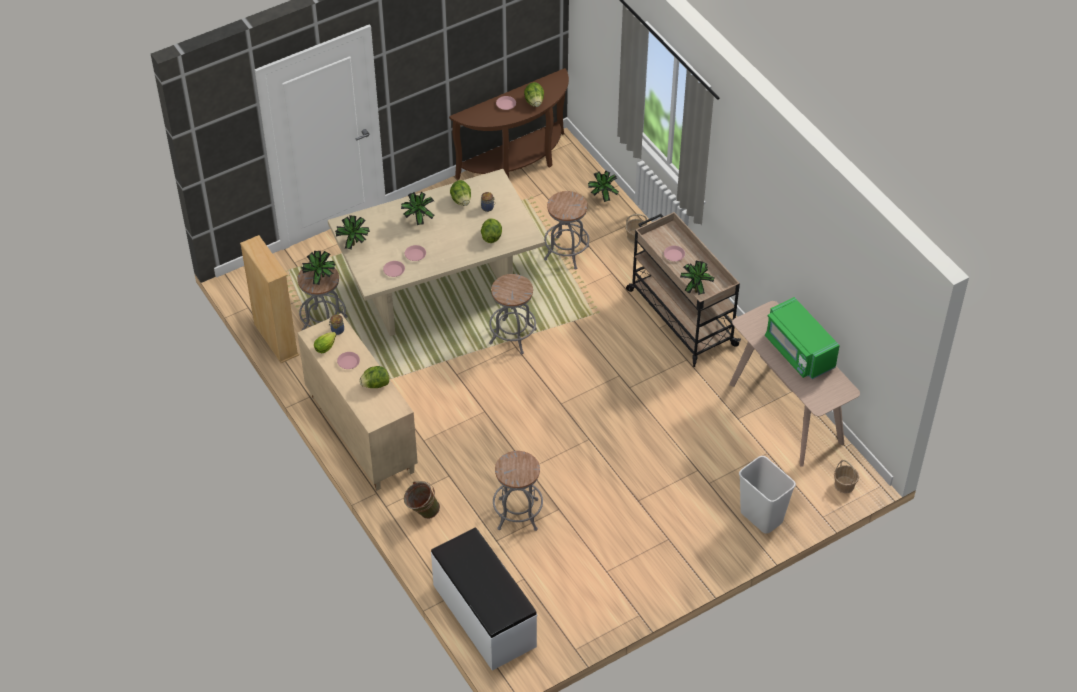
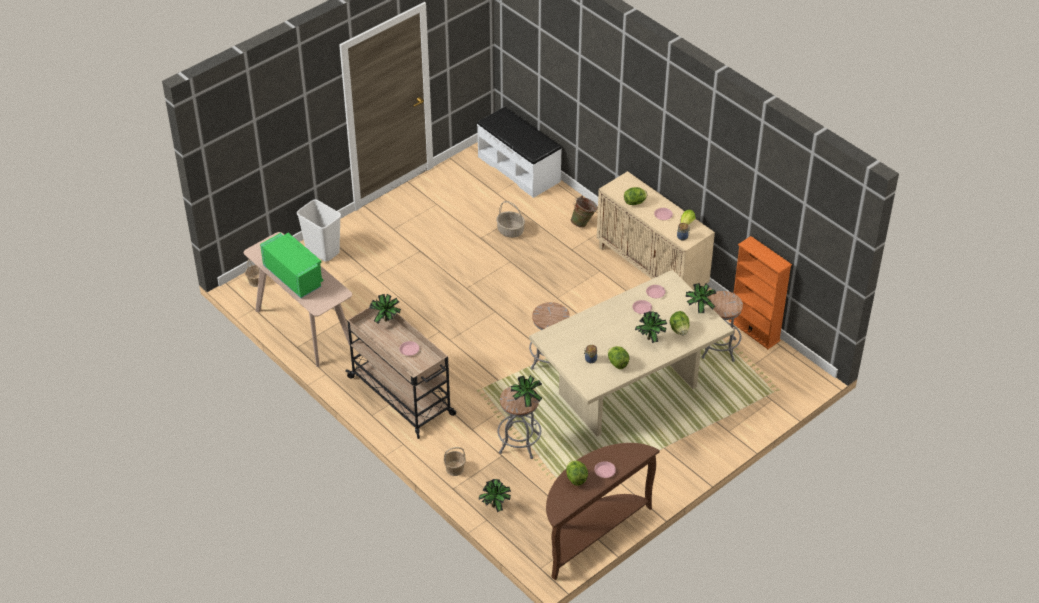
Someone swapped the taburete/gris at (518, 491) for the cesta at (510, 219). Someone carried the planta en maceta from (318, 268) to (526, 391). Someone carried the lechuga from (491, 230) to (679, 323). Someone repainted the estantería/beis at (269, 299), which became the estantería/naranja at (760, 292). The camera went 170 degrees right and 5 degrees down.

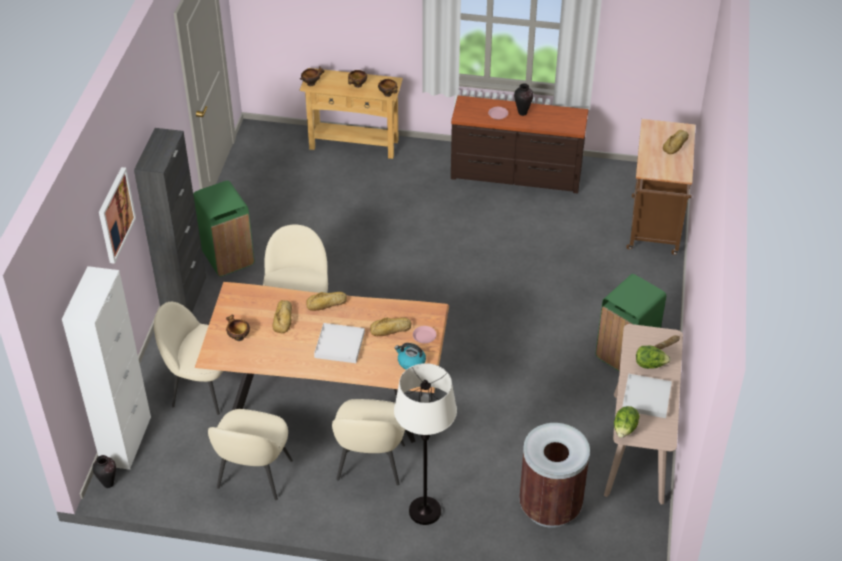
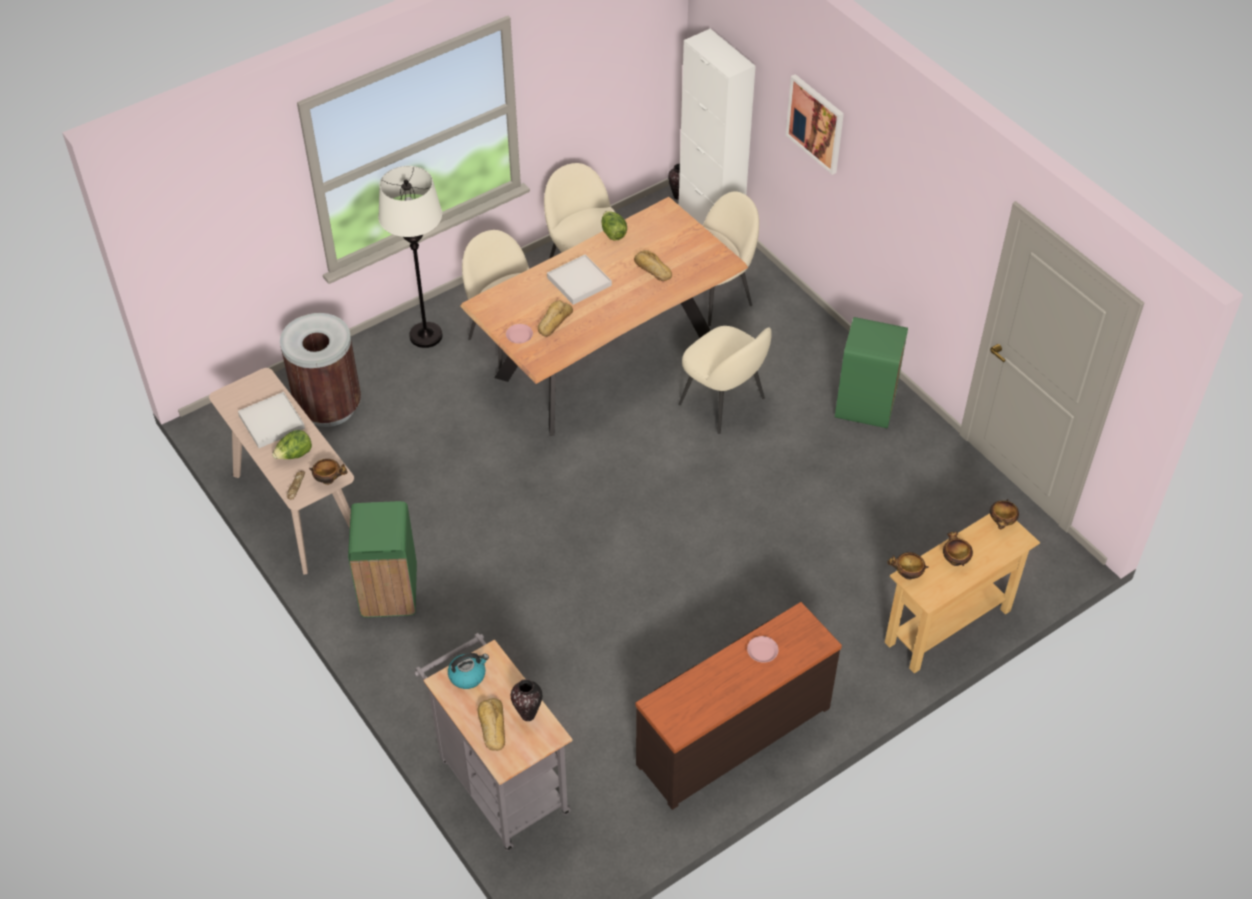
Someone carried the cuenco from (238, 328) to (328, 472). Someone repainted the carrito/marrón at (661, 187), which became the carrito/gris at (493, 742). Someone carried the hervidor from (410, 356) to (468, 671). Someone carried the florero from (523, 99) to (526, 700). Someone carried the lechuga from (627, 422) to (614, 225). Someone took away the armario/negro at (170, 220). Someone took away the pan at (326, 301). The camera went 135 degrees right and 5 degrees up.

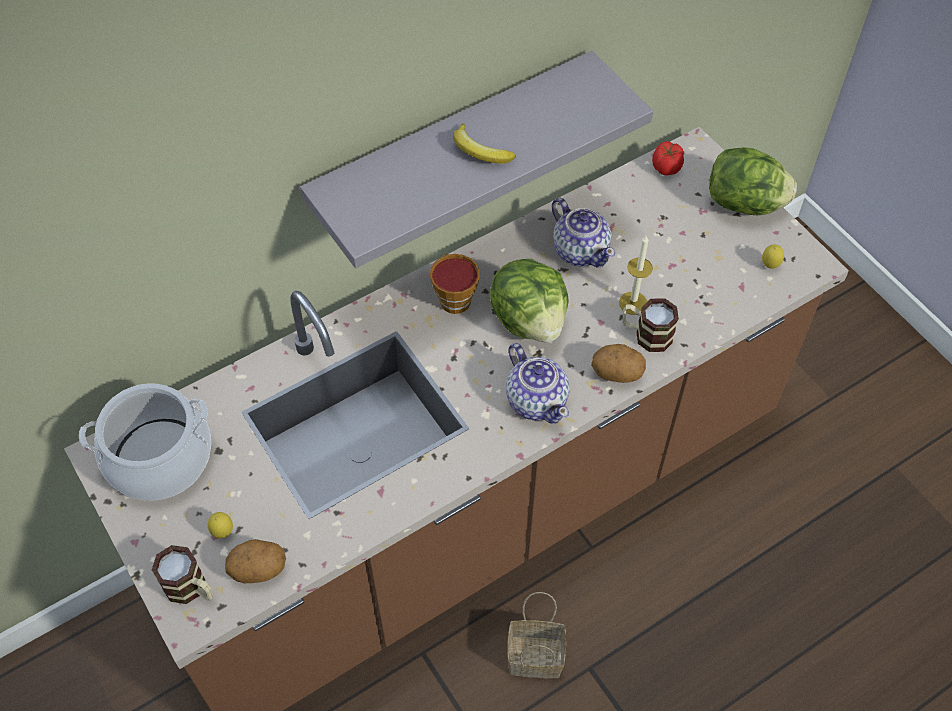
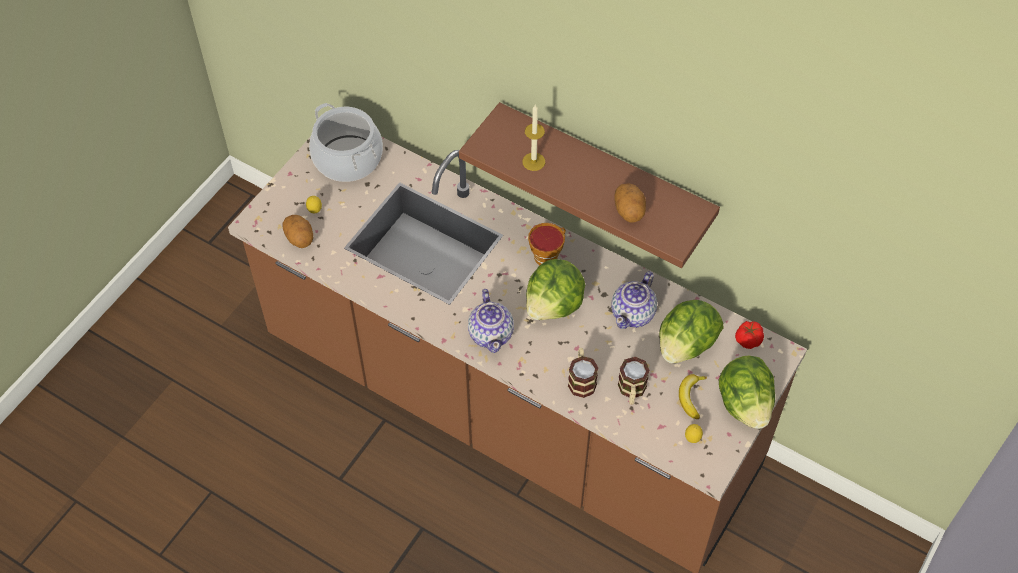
Someone repainted the estante/gris at (476, 160), which became the estante/marrón at (589, 185). Someone rotated the tetera at (538, 383) by 45 degrees counterclockwise. Someone carried the vela from (636, 275) to (533, 138). Someone carried the patata from (618, 363) to (630, 203). Someone carried the taza grande from (183, 574) to (634, 381). Someone put down the lechuga at (691, 332). Someone carried the plátano from (484, 143) to (693, 396). Someone took away the cesta at (536, 635). The camera went 65 degrees right and 0 degrees up.

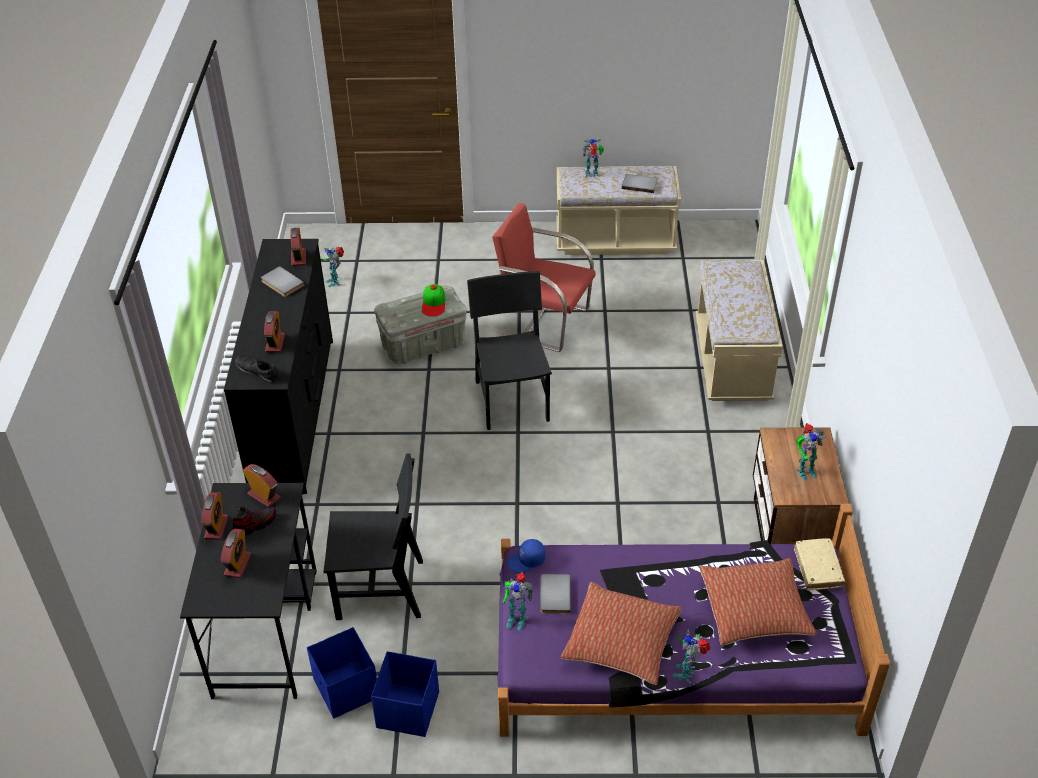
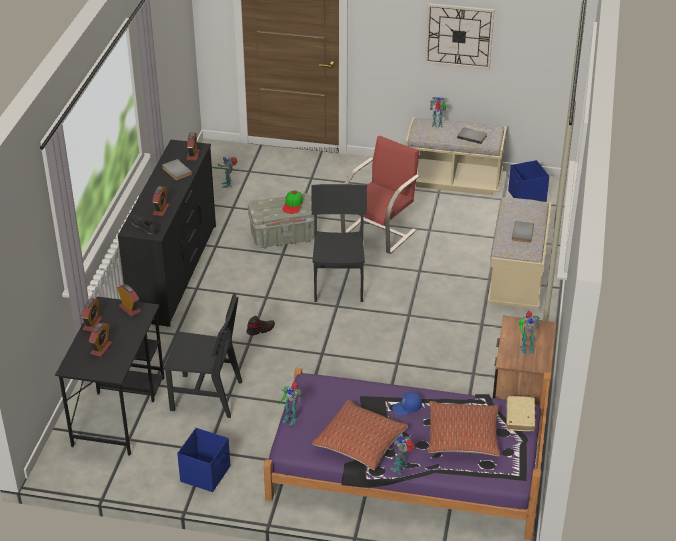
Someone carried the zapato from (254, 521) to (260, 325). Someone rotated the silla/rojo at (544, 277) by 90 degrees clockwise. Someone carried the gorra/azul from (526, 556) to (407, 403). Someone put up the reloj de pared at (460, 36). Someone carried the caja de almacenaje/azul from (342, 672) to (529, 181). Someone carried the libro/gris from (555, 594) to (523, 232). The camera went 10 degrees right and 5 degrees down.

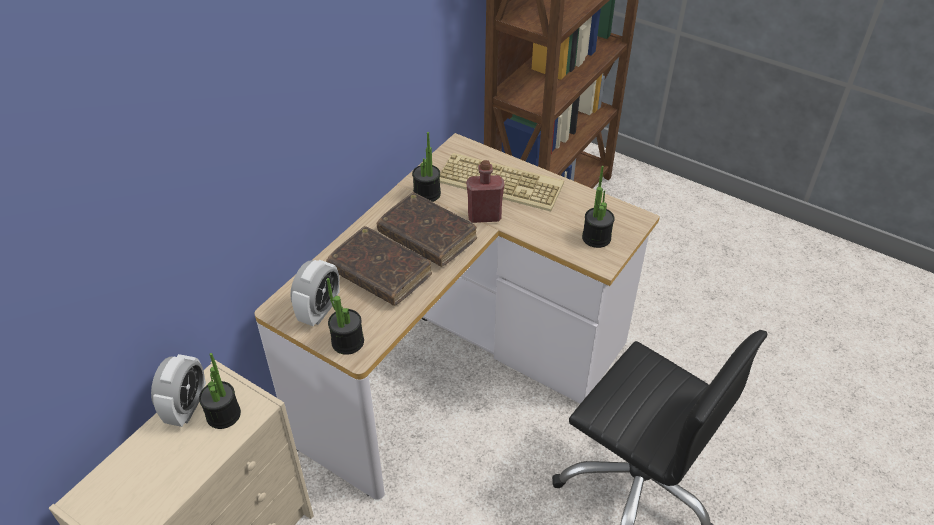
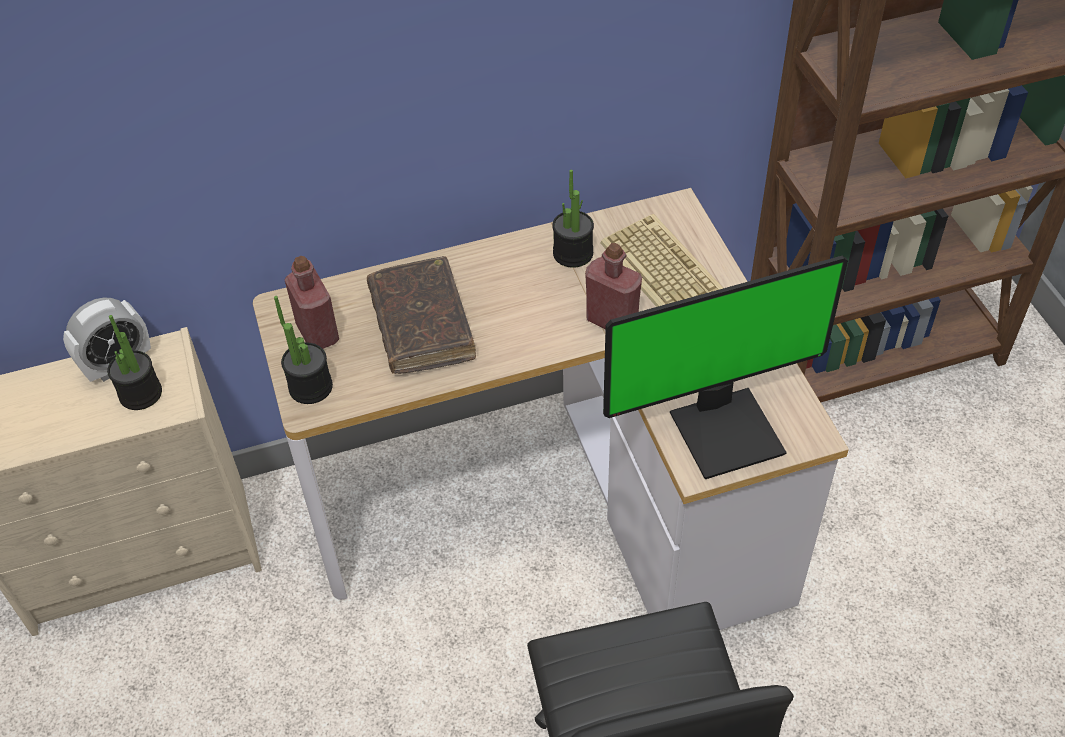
Someone swapped the despertador at (315, 293) for the botella/rojo at (312, 302). Someone swapped the planta en maceta at (598, 207) for the monitor at (725, 367). Someone took away the libro/marrón at (427, 229). The camera went 40 degrees right and 5 degrees up.

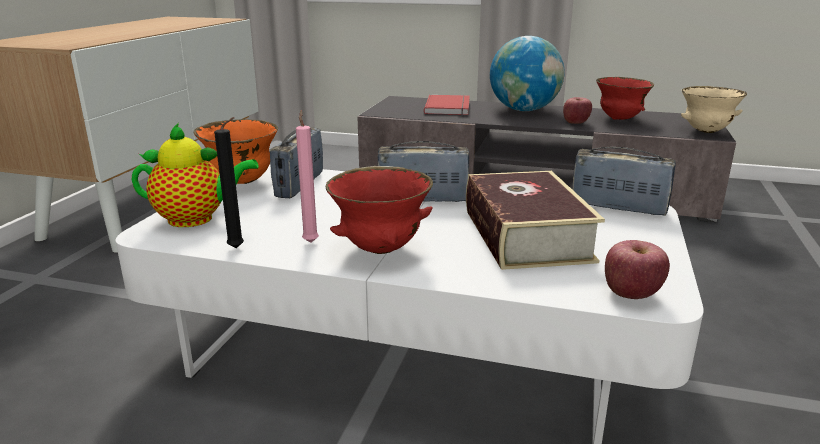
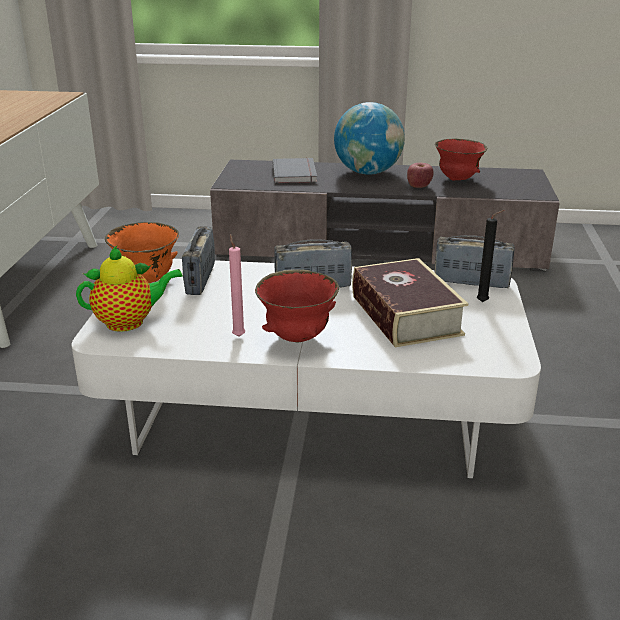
Someone repainted the libro/rojo at (447, 105), which became the libro/gris at (294, 170). Someone carried the vela/negro from (229, 182) to (490, 256). Someone took away the manzana at (637, 269). Someone took away the cuenco/beis at (714, 109). The camera went 10 degrees left and 5 degrees up.

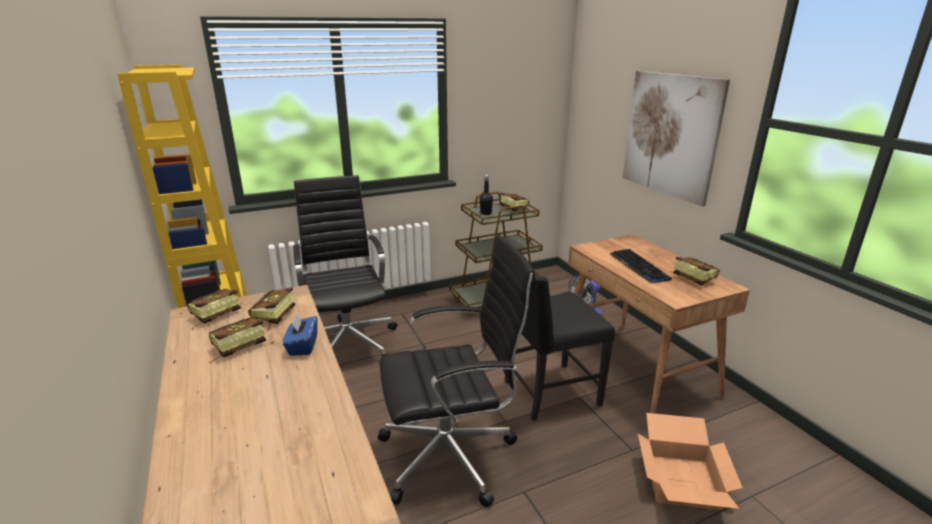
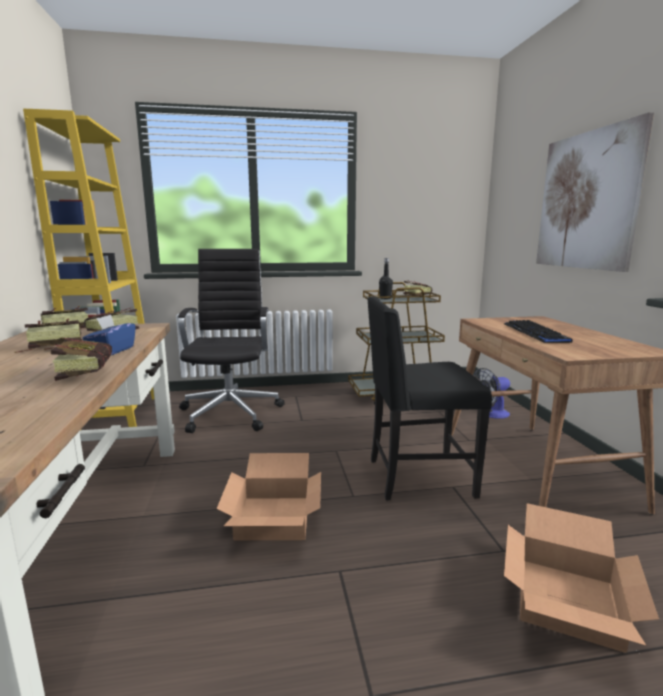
Someone carried the libro from (694, 271) to (81, 359). Someone swapped the silla de oficina/negro at (456, 371) for the caja de cartón at (269, 496). The camera went 15 degrees right and 10 degrees down.

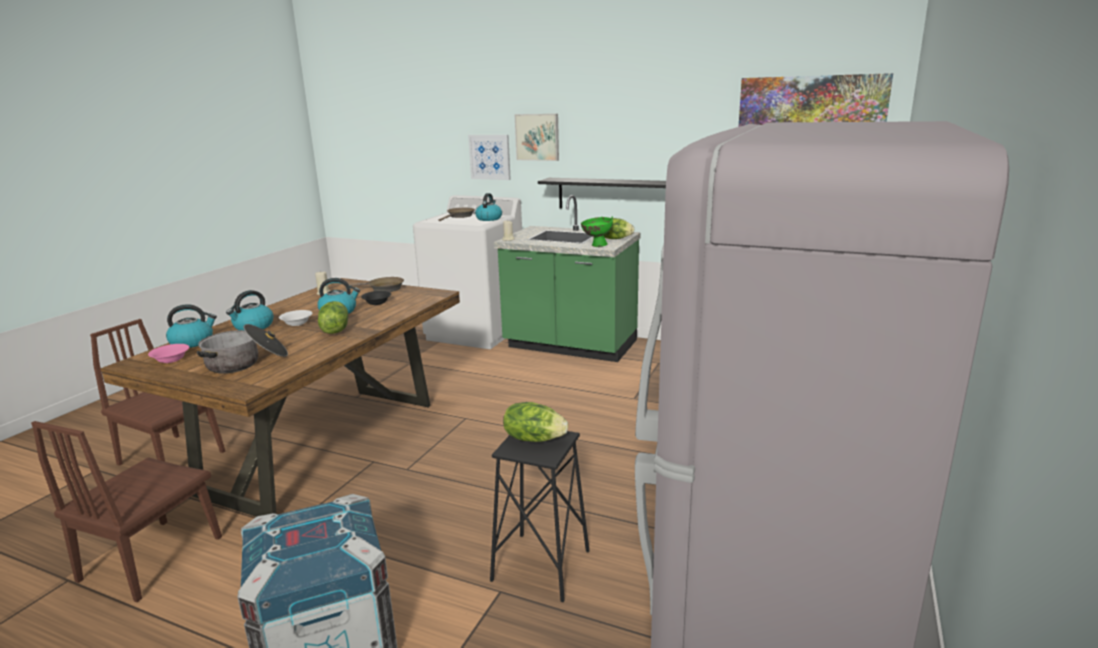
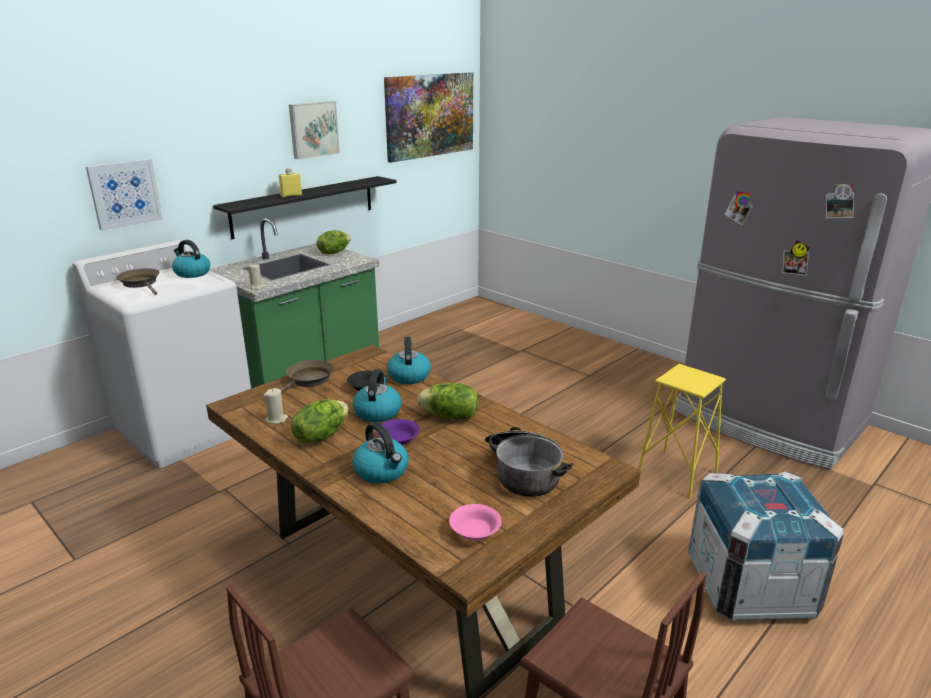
Someone put down the botella/amarillo at (290, 182). Someone carried the cuadro from (537, 137) to (314, 130). Someone carried the lechuga from (535, 422) to (320, 421). Someone repainted the cuenco/blanco at (295, 318), which became the cuenco/morado at (398, 432). Someone carried the hervidor from (191, 326) to (409, 360). Someone repainted the taburete/negro at (540, 516), which became the taburete/amarillo at (682, 431). Someone took away the cuenco/verde at (597, 231). The camera went 70 degrees left and 5 degrees up.

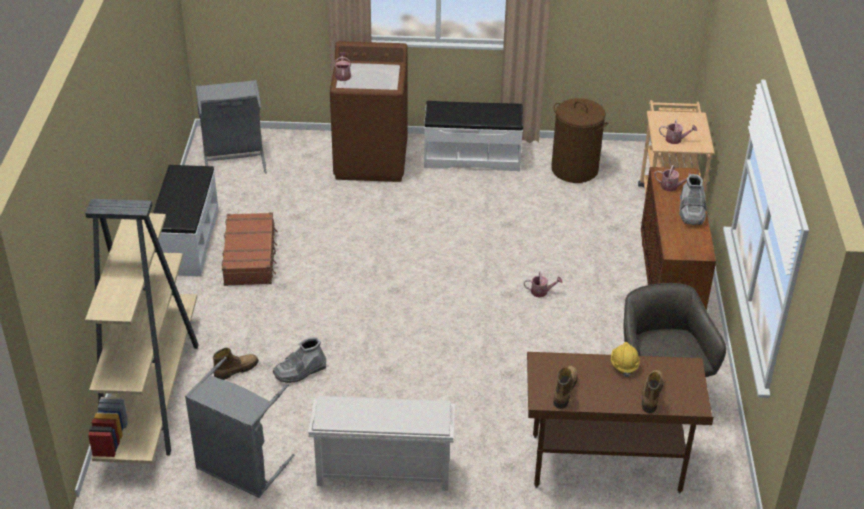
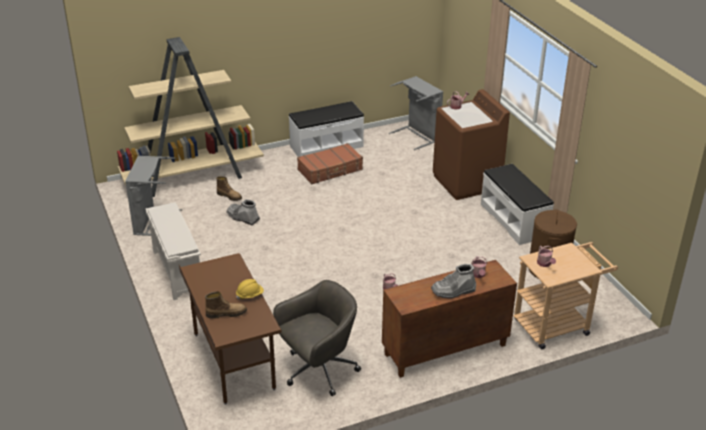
Someone took away the bota at (565, 387). The camera went 65 degrees right and 5 degrees down.

